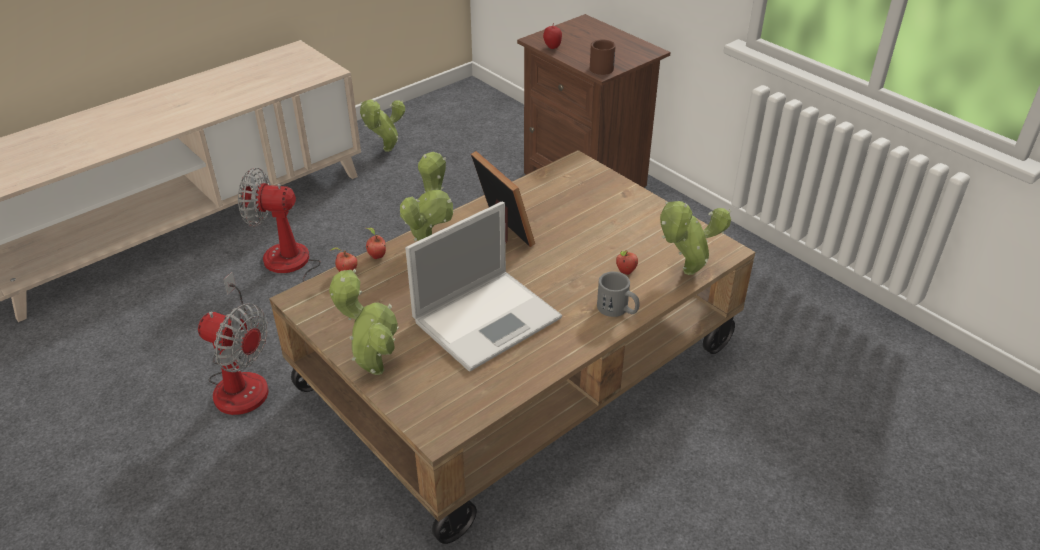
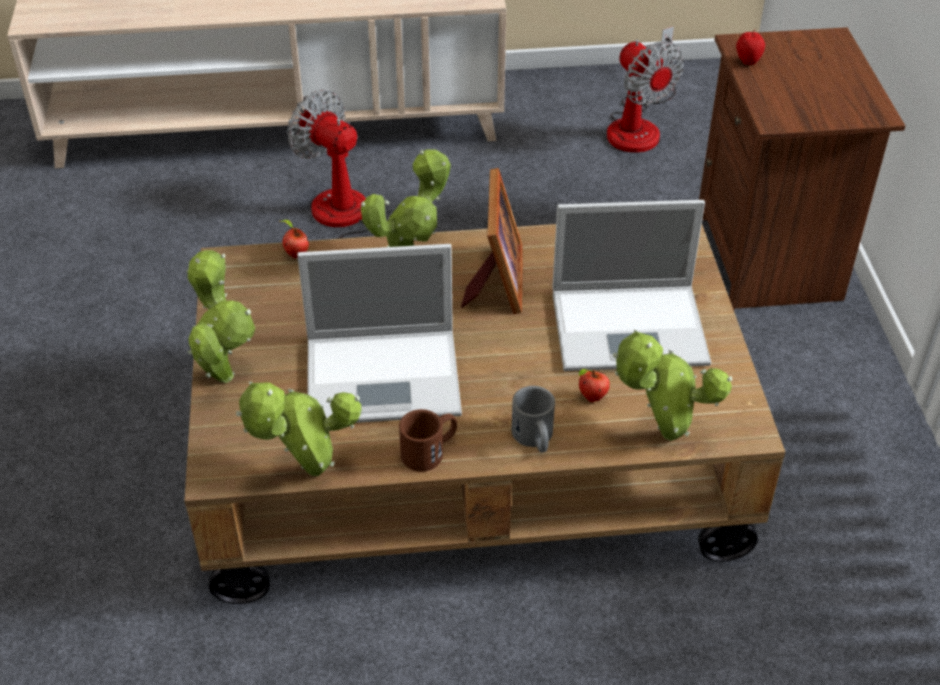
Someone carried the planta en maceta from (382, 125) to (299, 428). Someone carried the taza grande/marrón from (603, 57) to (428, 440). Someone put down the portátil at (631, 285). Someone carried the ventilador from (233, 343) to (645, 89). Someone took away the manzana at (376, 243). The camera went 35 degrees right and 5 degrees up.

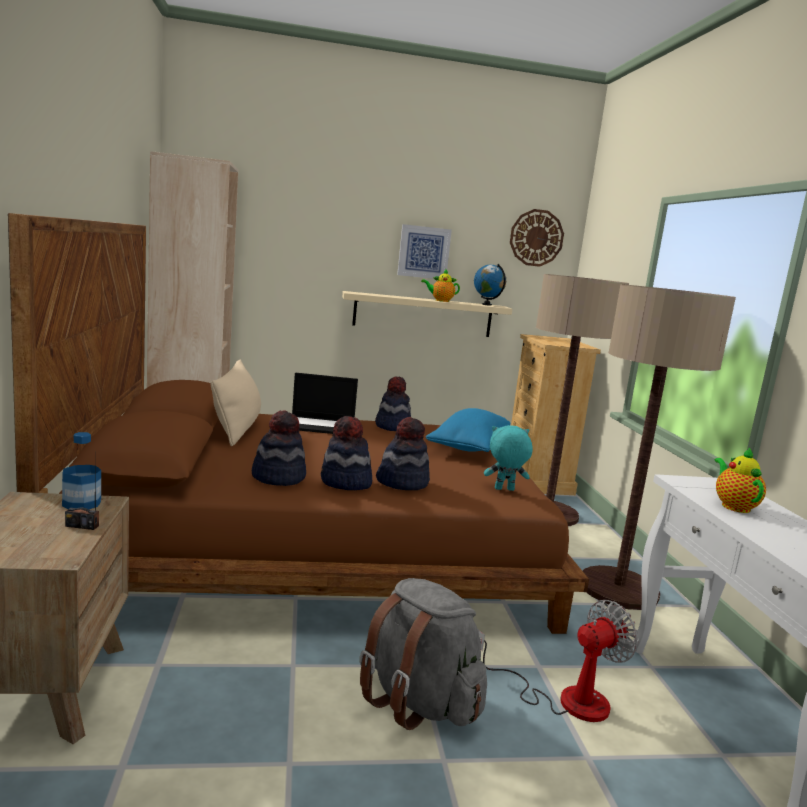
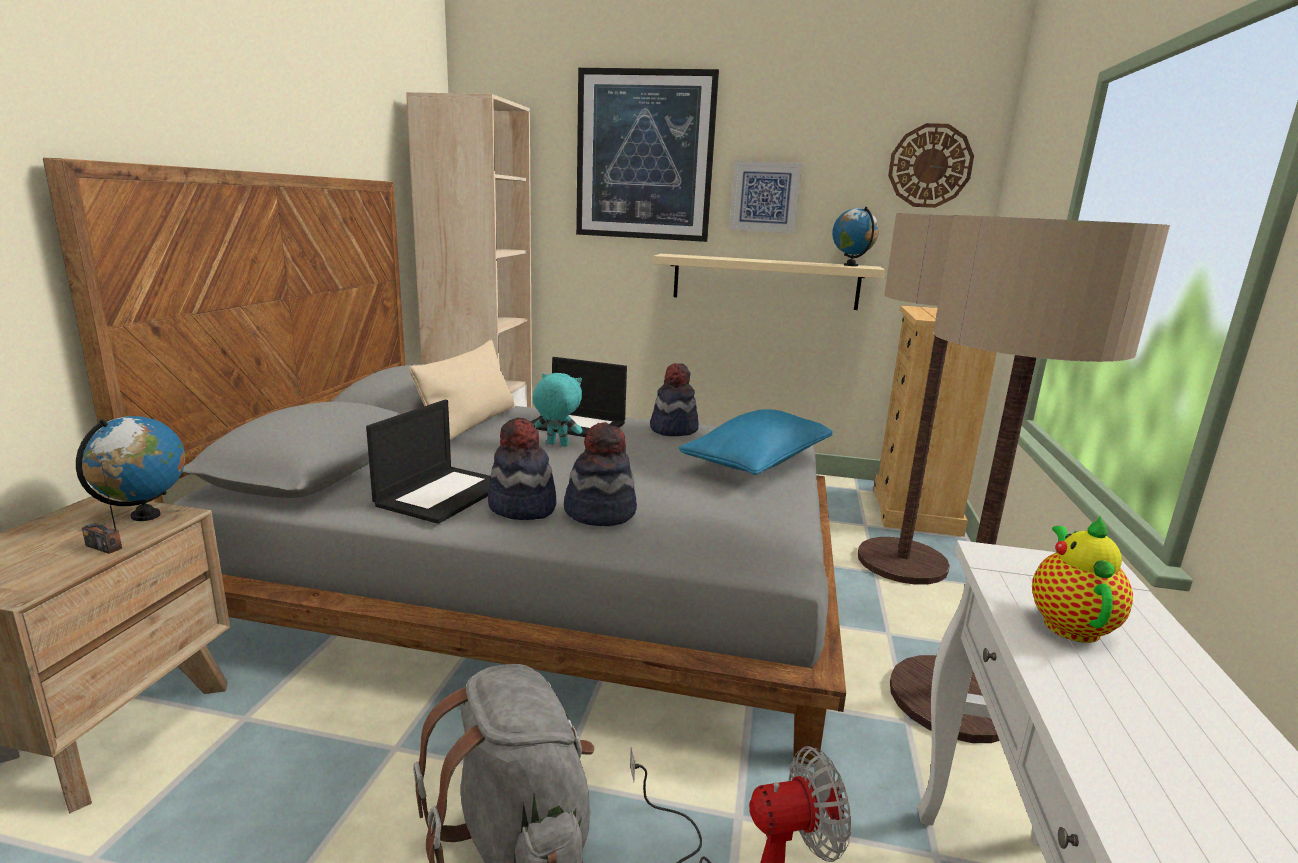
Someone repainted the cama/marrón at (298, 423), which became the cama/gris at (444, 461). Someone swapped the botella at (81, 470) for the globo terráqueo at (130, 468). Someone swapped the sombrero at (279, 448) for the portátil at (428, 462). Someone carried the peluche/turquesa from (508, 458) to (557, 409). Someone put up the cuadro at (647, 155). Someone took away the tetera at (440, 285). The camera went 20 degrees right and 5 degrees up.

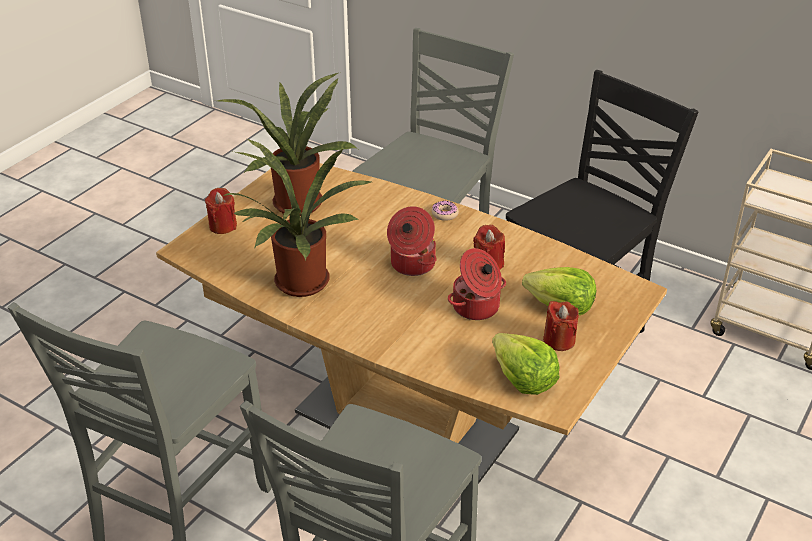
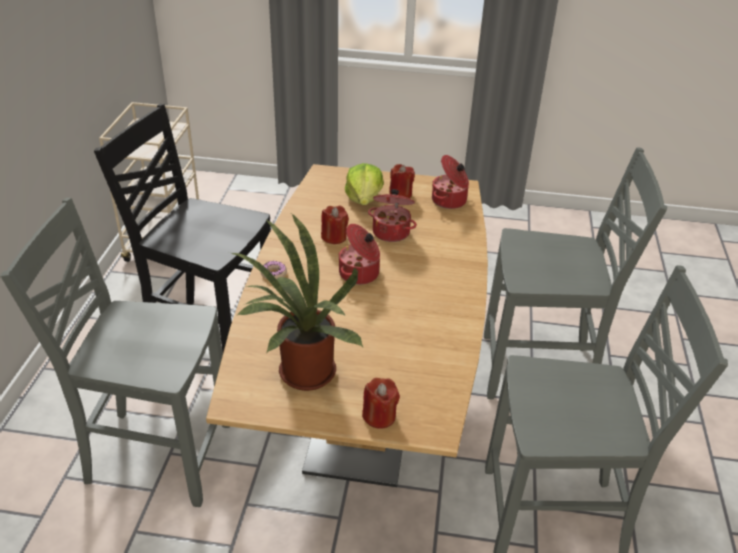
Someone swapped the lechuga at (526, 364) for the olla at (450, 182). Someone took away the planta en maceta at (297, 218). The camera went 115 degrees left and 0 degrees up.

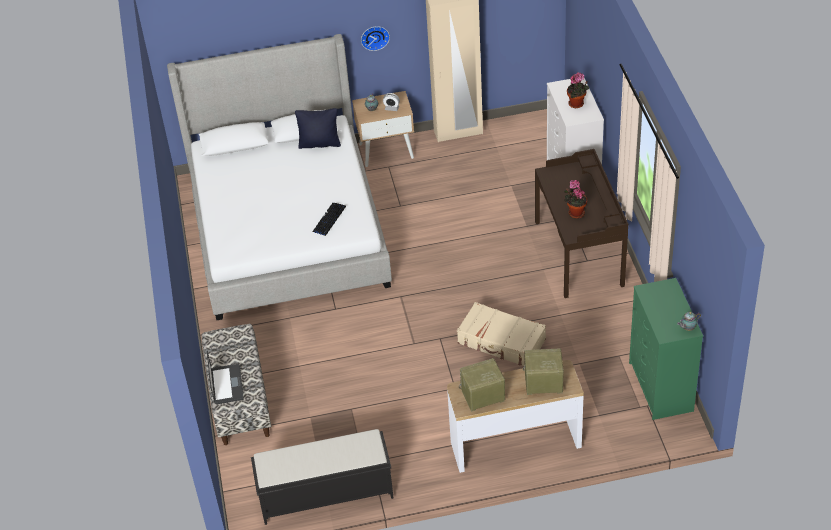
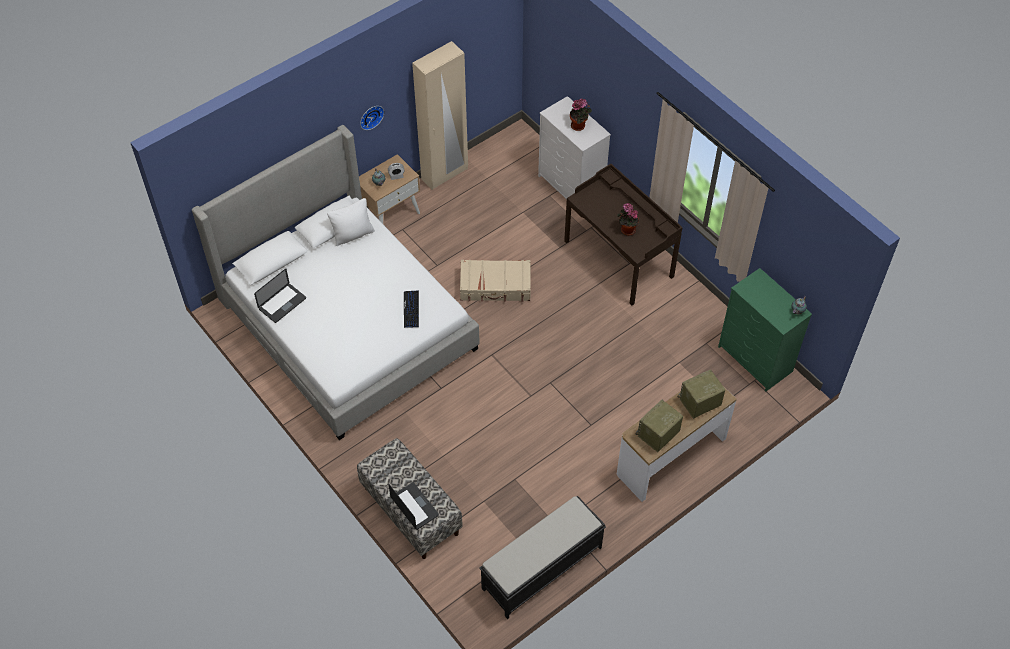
Someone put down the portátil at (280, 296). Someone repainted the cojín/negro at (318, 128), which became the cojín/blanco at (351, 222). Someone carried the maleta/beis from (501, 334) to (495, 281). The camera went 30 degrees left and 10 degrees up.

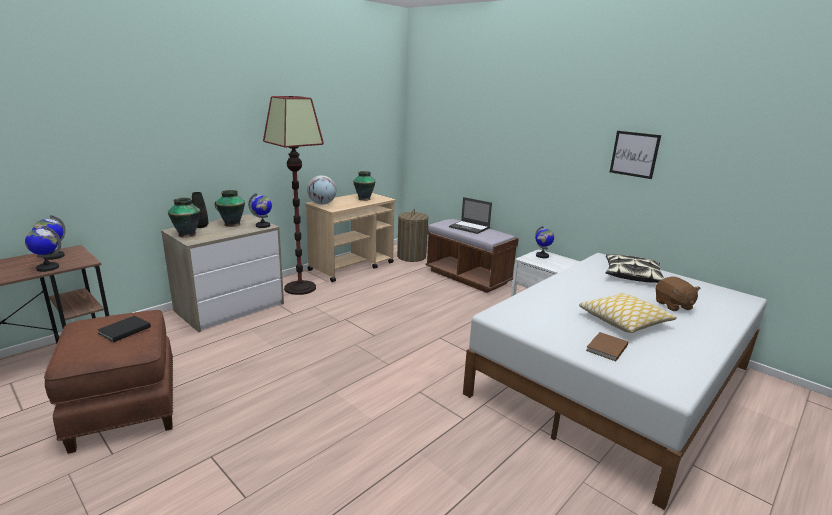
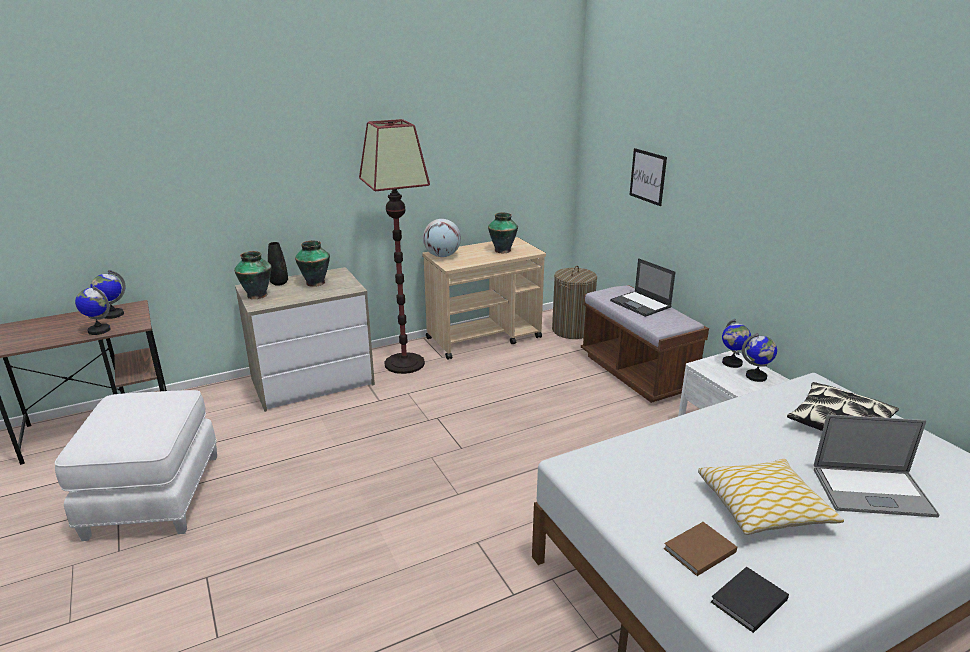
Someone repainted the puf/marrón at (108, 382), which became the puf/blanco at (136, 465). Someone carried the cuadro from (635, 155) to (648, 177). Someone carried the libro/negro from (124, 328) to (750, 600). Someone carried the globo terráqueo from (260, 210) to (759, 357). Someone swapped the peluche/marrón at (678, 293) for the portátil at (877, 466). The camera went 20 degrees right and 5 degrees up.

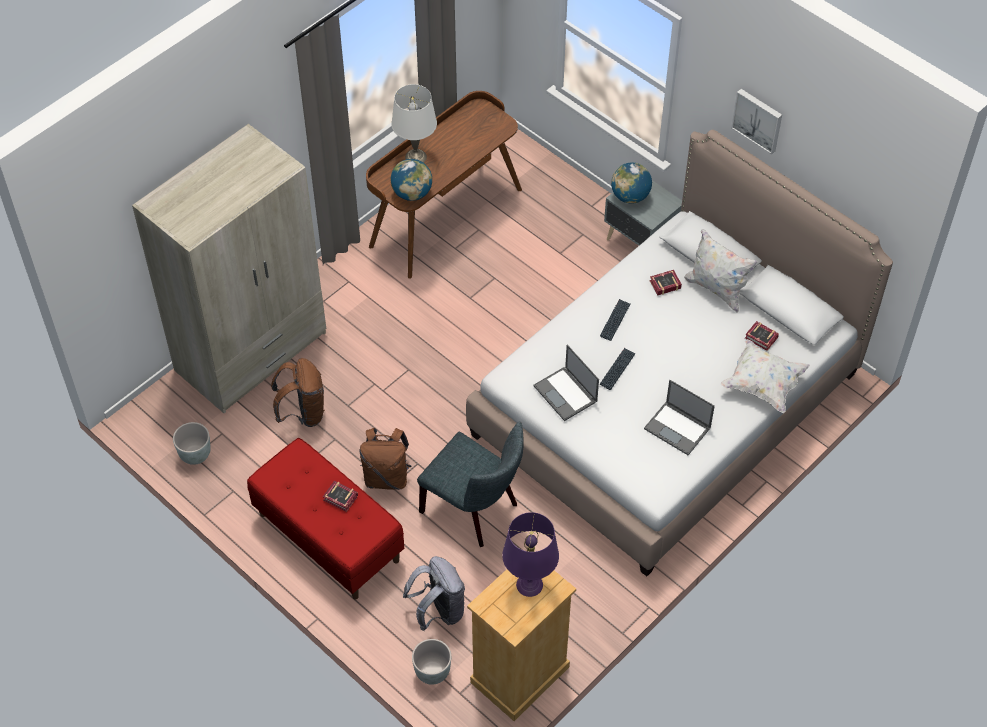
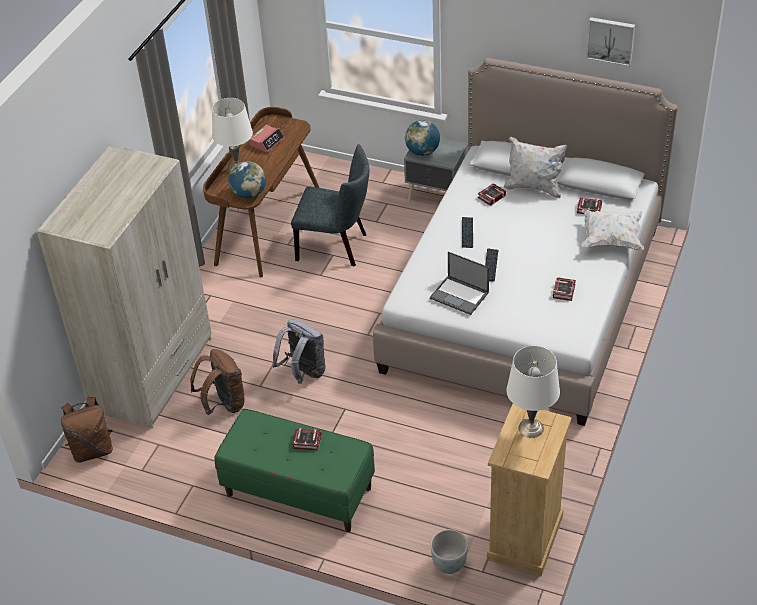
Someone carried the mochila/marrón from (385, 459) to (87, 430). Someone repainted the banco/rojo at (325, 519), which became the banco/verde at (294, 470). Someone put down the despertador at (267, 139). Someone carried the mochila/gris from (434, 593) to (299, 352). Someone carried the silla/gris from (470, 484) to (330, 205). Someone repainted the lámpara de mesa/morado at (530, 554), which became the lámpara de mesa/blanco at (533, 392). Someone swapped the portátil at (679, 417) for the libro at (564, 289). Someone carried the cuadro from (756, 121) to (610, 41). Someone took away the maceta/gris at (192, 443). The camera went 20 degrees left and 10 degrees down.

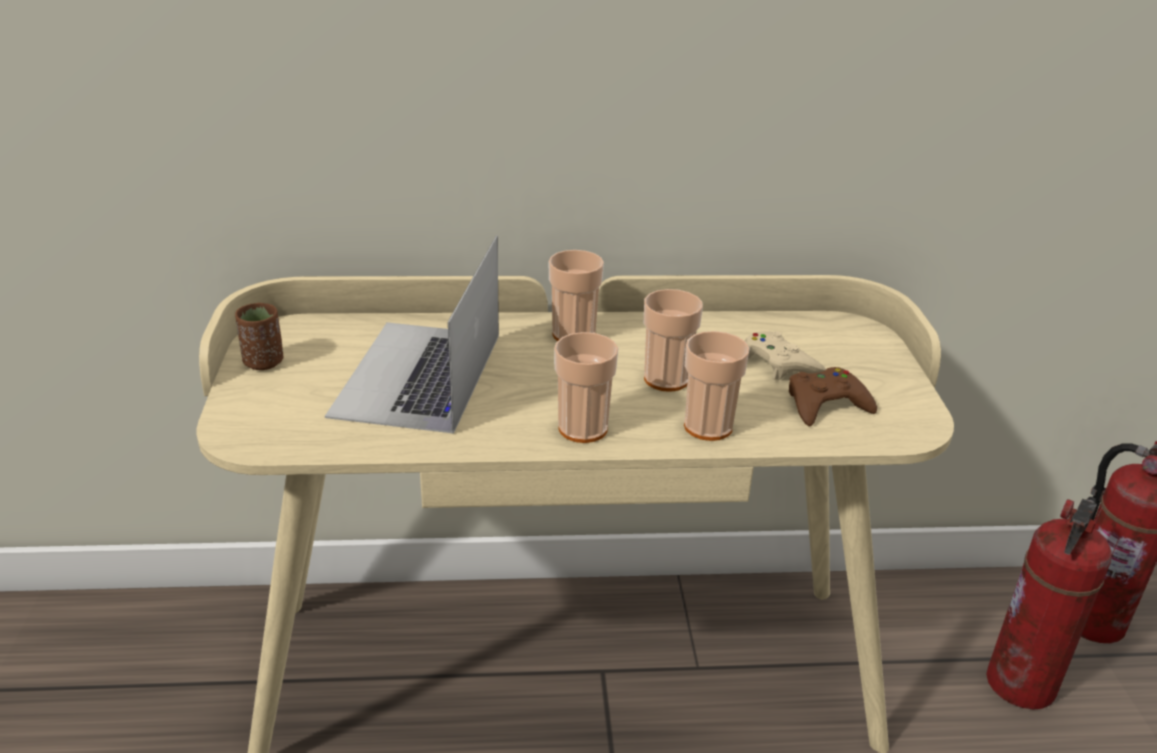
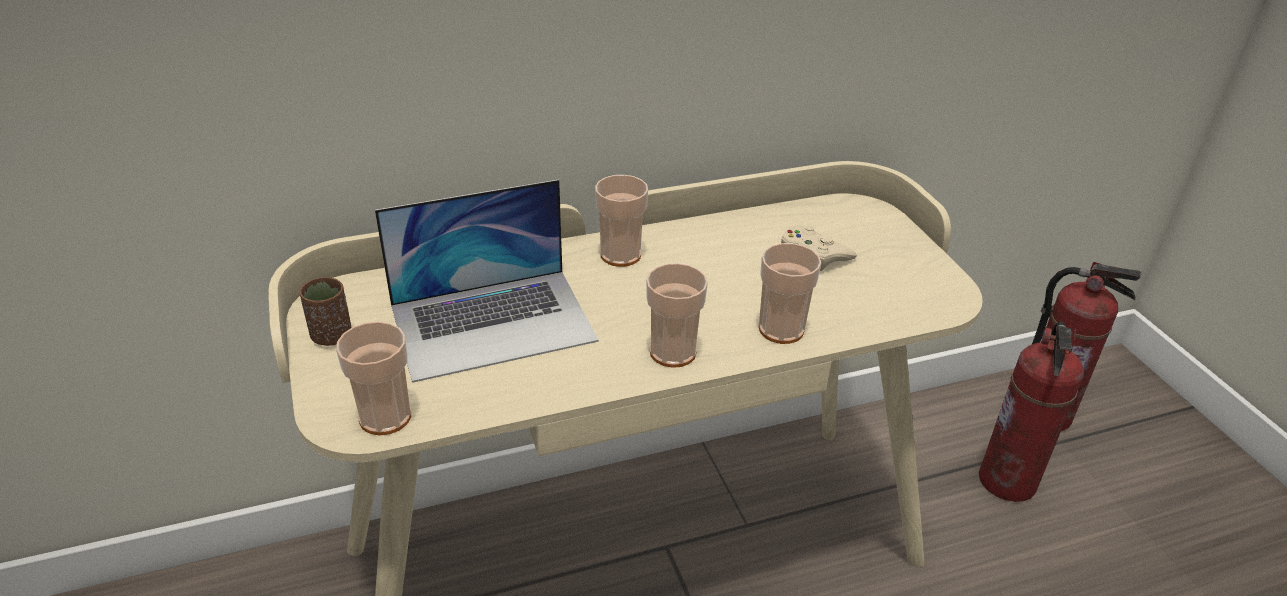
Someone carried the taza from (673, 340) to (373, 378). Someone rotated the portátil at (412, 334) by 105 degrees counterclockwise. Someone took away the mando de consola/marrón at (833, 396). The camera went 15 degrees left and 5 degrees up.

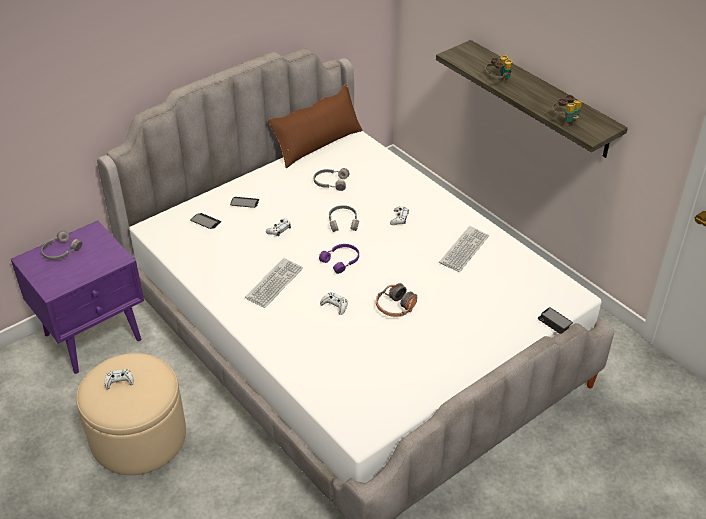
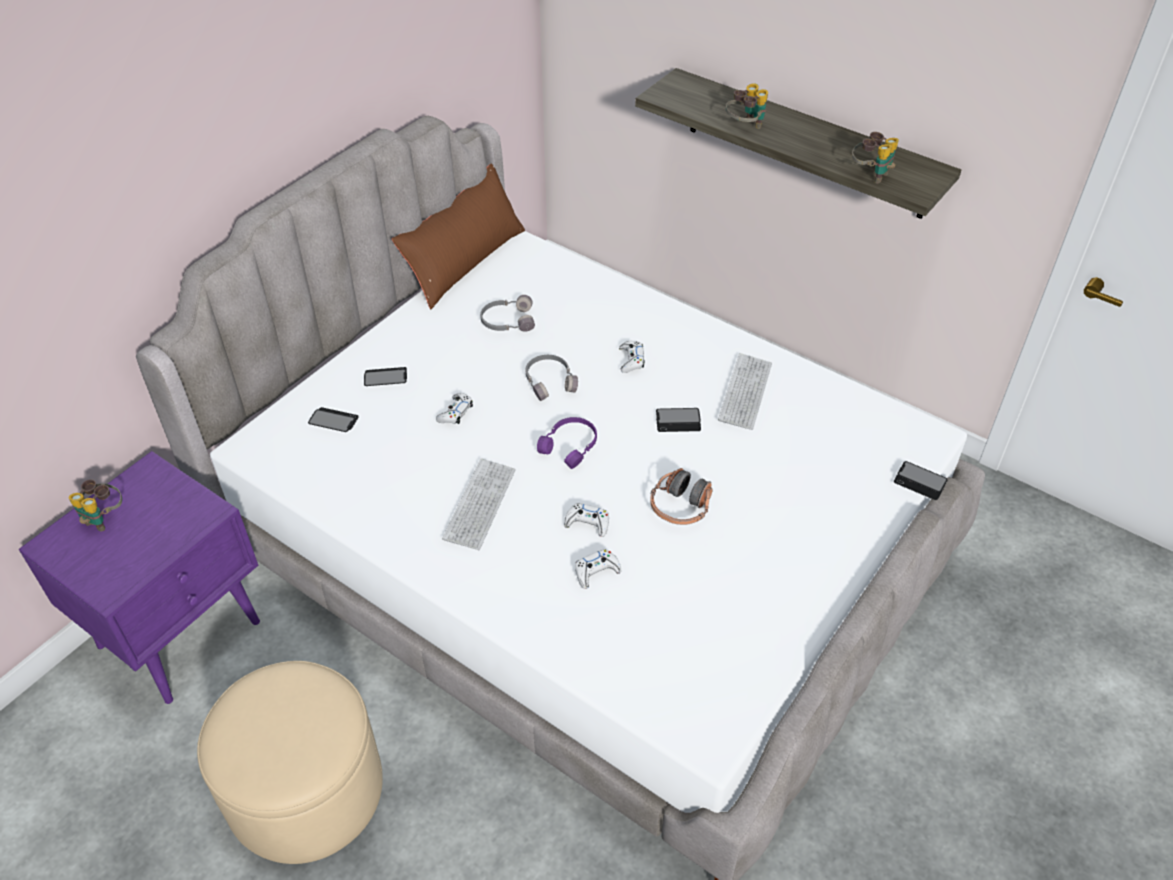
Someone swapped the auriculares/gris at (61, 245) for the prismáticos at (95, 505). Someone carried the mando de consola/blanco from (119, 379) to (598, 569). Someone put down the móvil at (678, 420). The camera went 15 degrees left and 5 degrees up.

